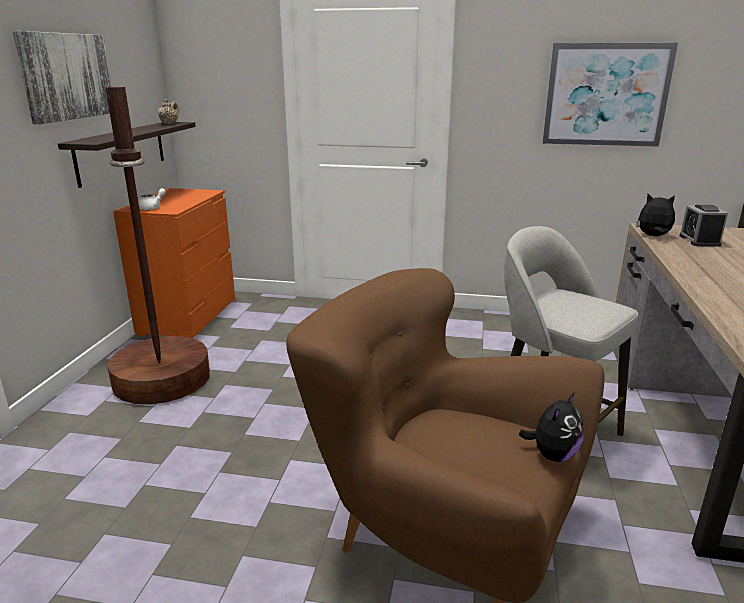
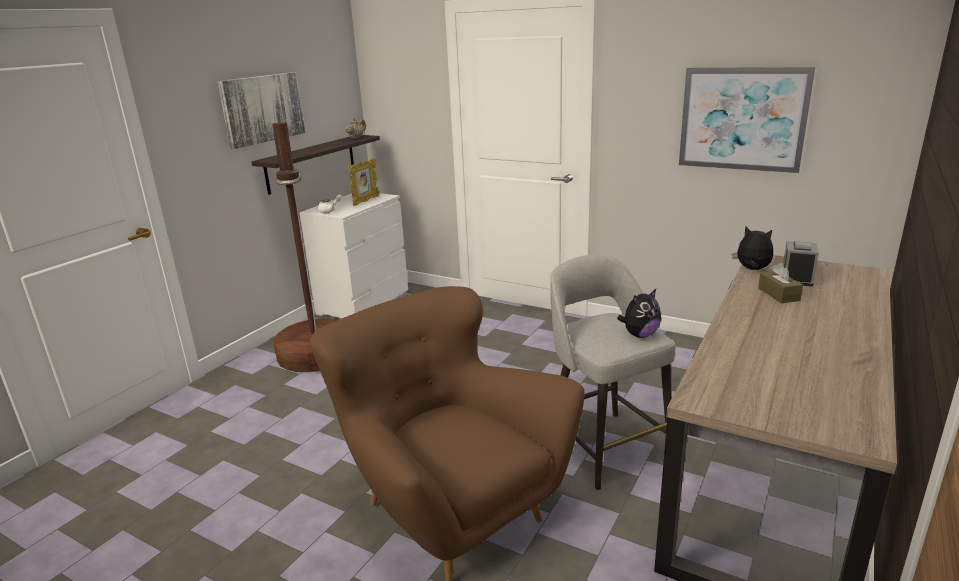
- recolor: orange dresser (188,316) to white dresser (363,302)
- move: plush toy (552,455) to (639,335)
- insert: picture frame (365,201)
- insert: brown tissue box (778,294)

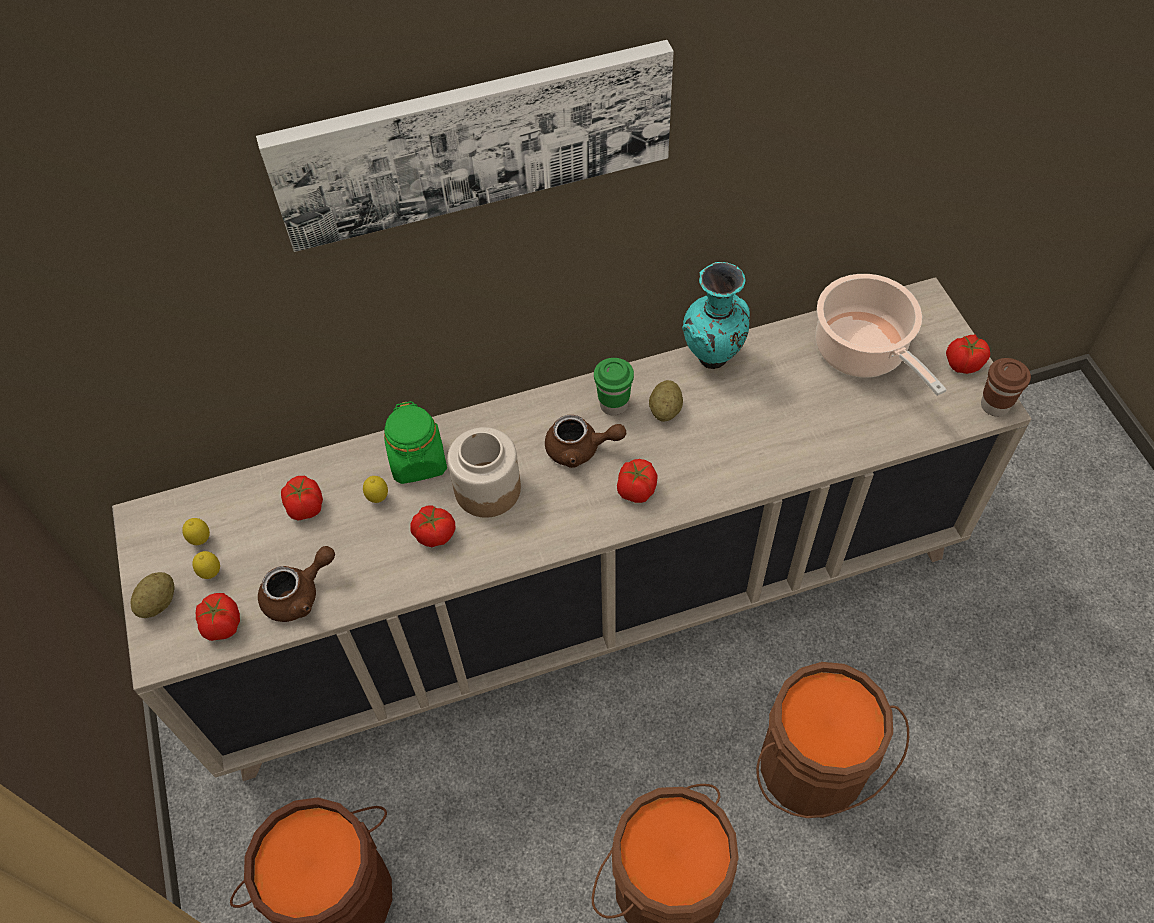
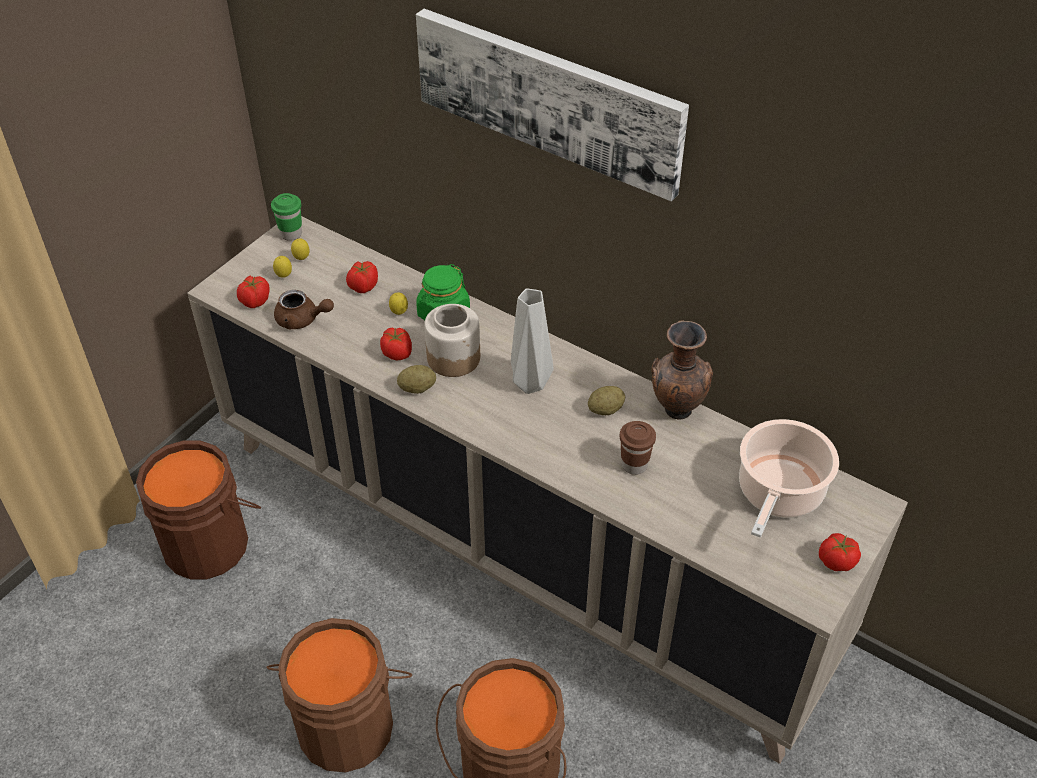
- recolor: turquoise vase (712,360) to brown vase (676,412)
- move: green cup (613,405) to (291,234)
- move: brown cup (994,405) to (634,465)
- replace: brown teapot (580,449) to grey vase (528,385)
- delete: tomato (636,490)
- move: potato (158,603) to (417,388)

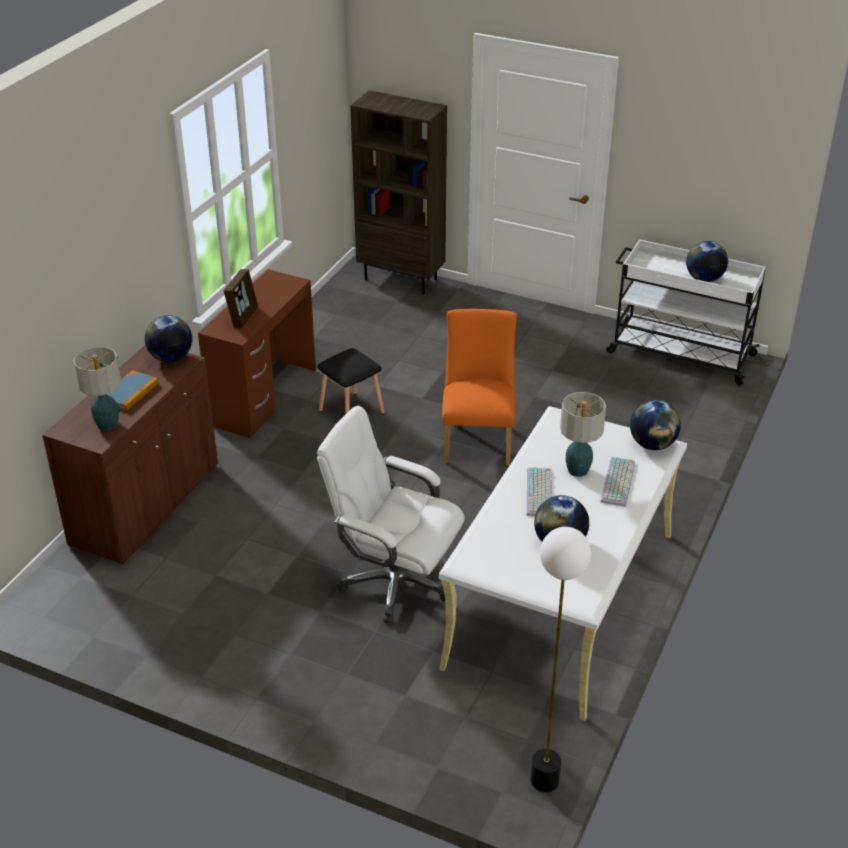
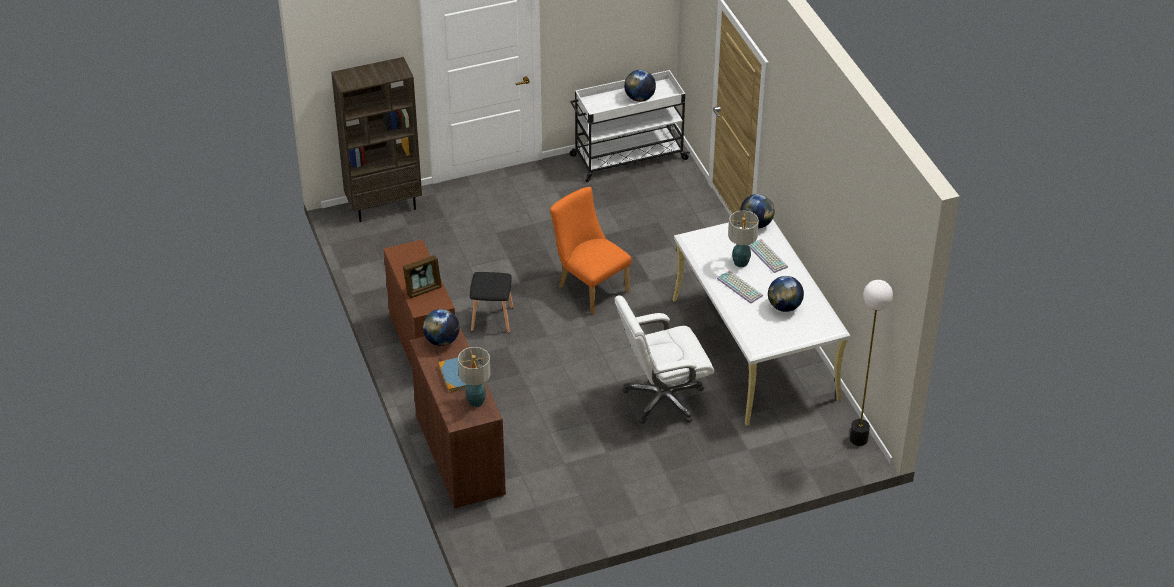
- rotate: picture frame (243,316) = (423,289) 90 degrees clockwise

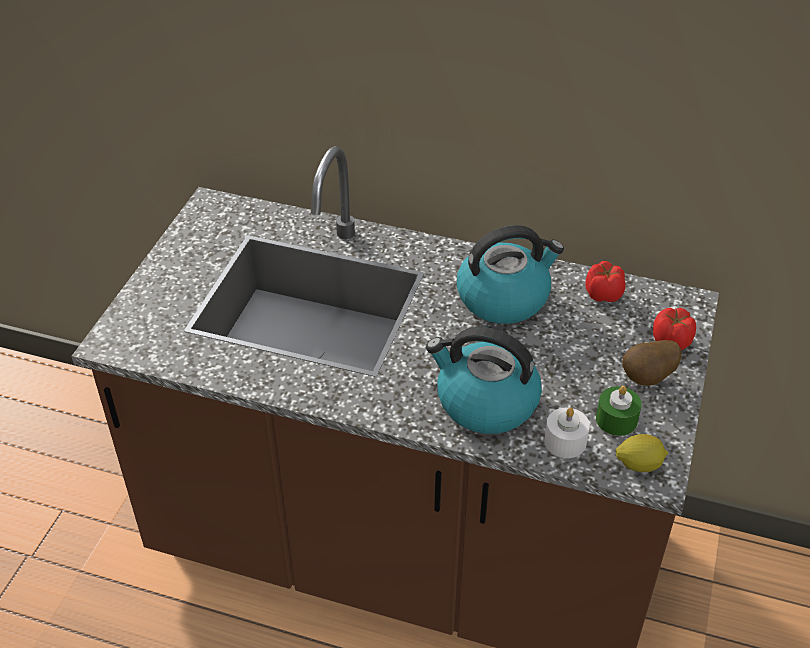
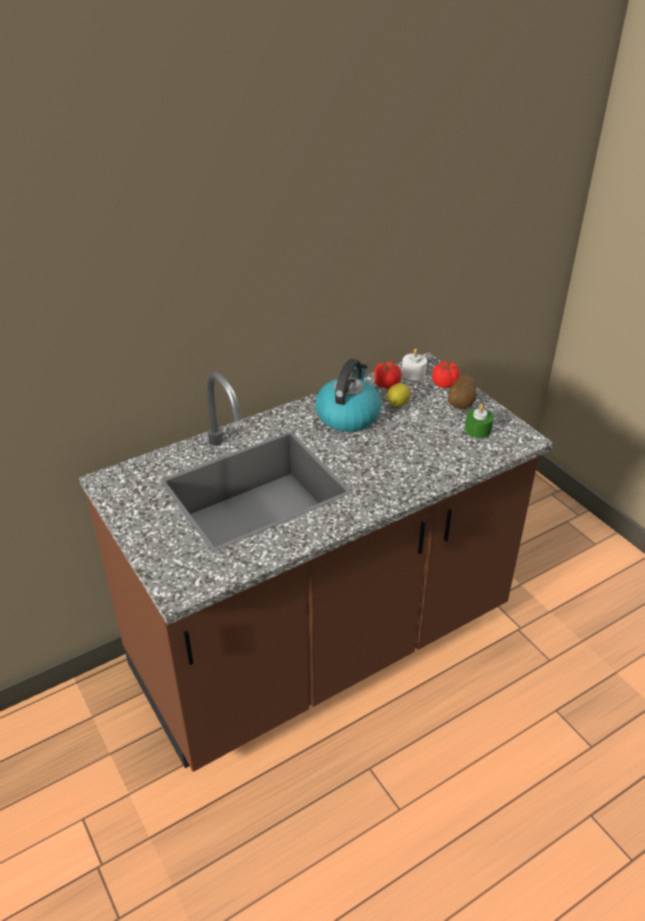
- delete: kettle (485,402)
- move: white candle (565,441) to (413,373)
- move: lemon (638,464) to (397,404)

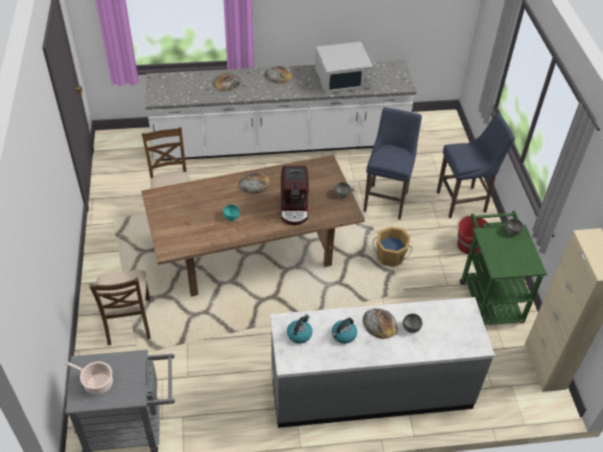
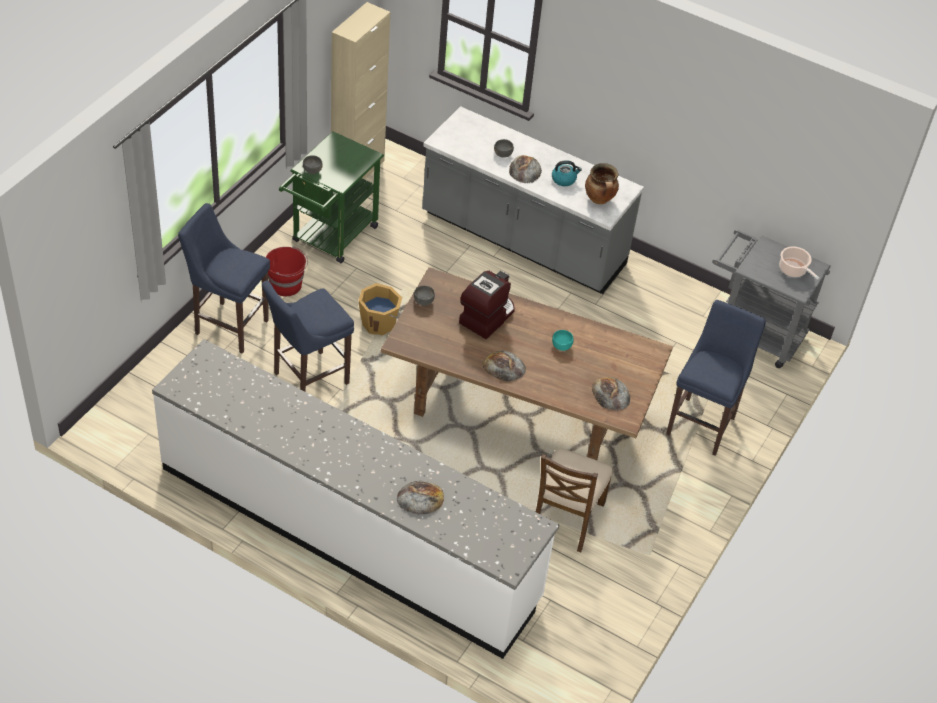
- delete: white microwave (343,78)
- move: bread (278,75) to (610,394)
- replace: brown chair (128,321) to blue stool (702,424)
- replace: kettle (299,334) to cooking pot (600,200)

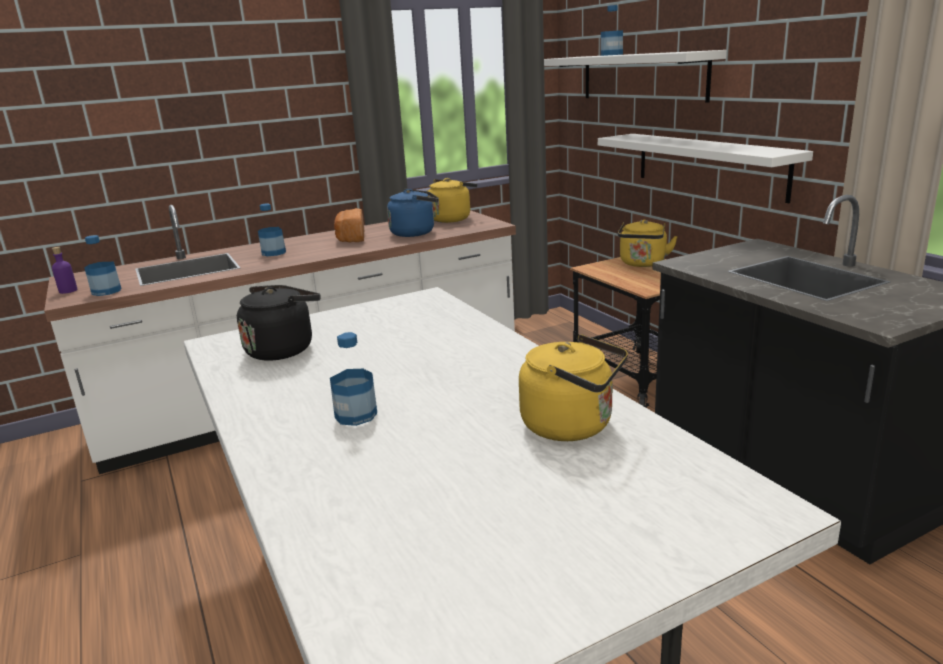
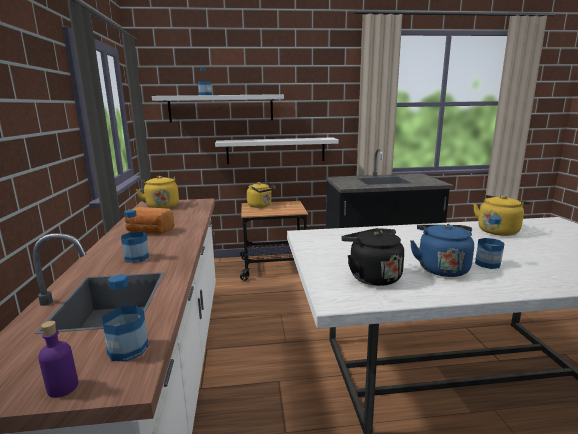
- move: blue kettle (415,233) to (441,268)

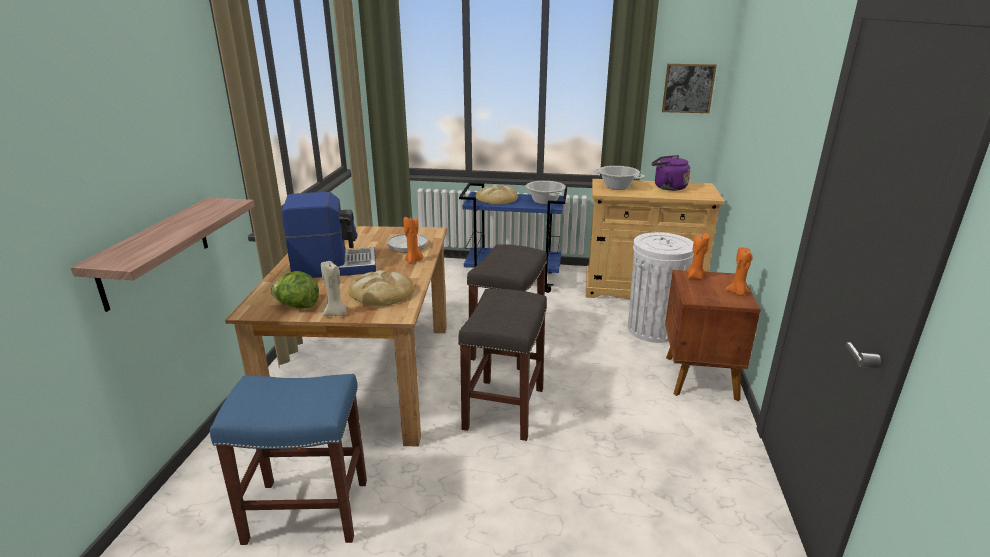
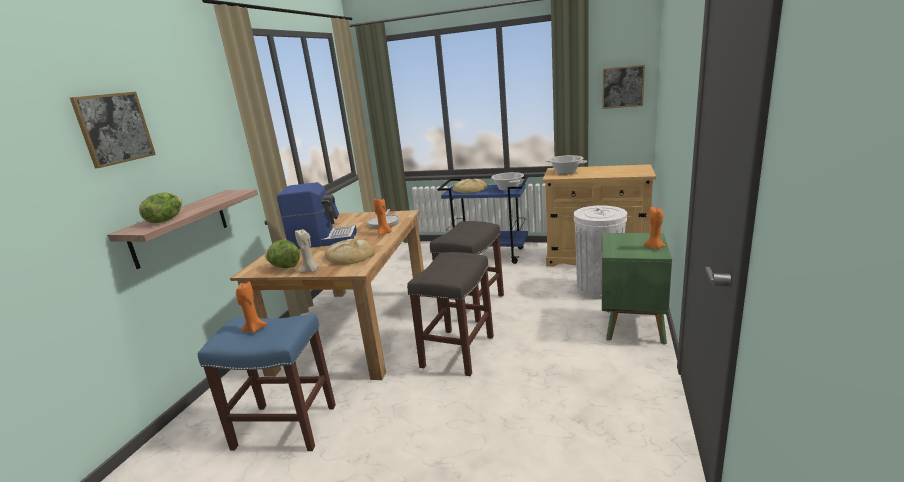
- delete: purple kettle (667,187)
- move: orange candle (695,276) to (254,329)
- recolor: brown nightstand (699,378) to green nightstand (632,326)
- insert: picture (114,128)
- insert: lettuce (165,220)

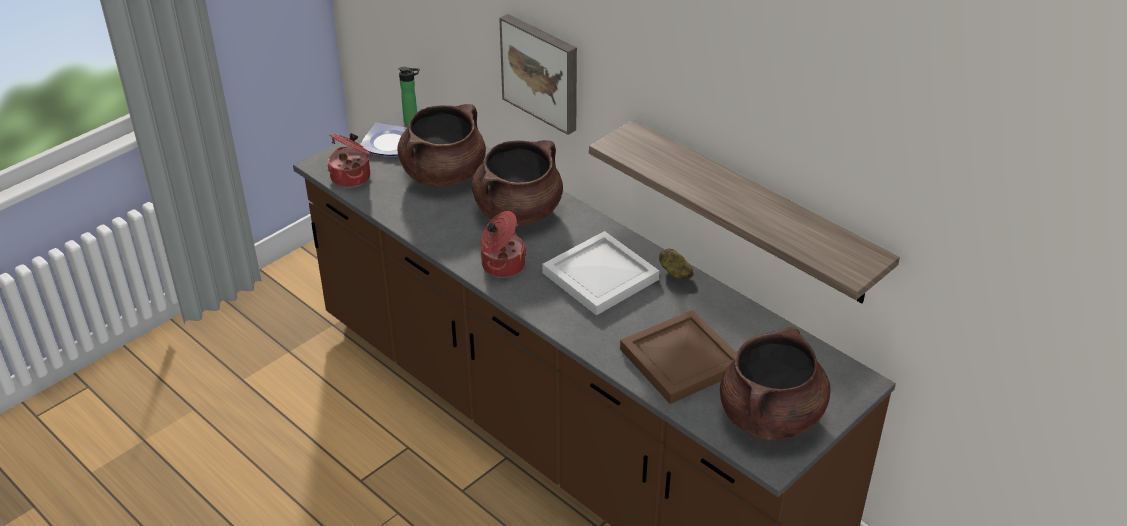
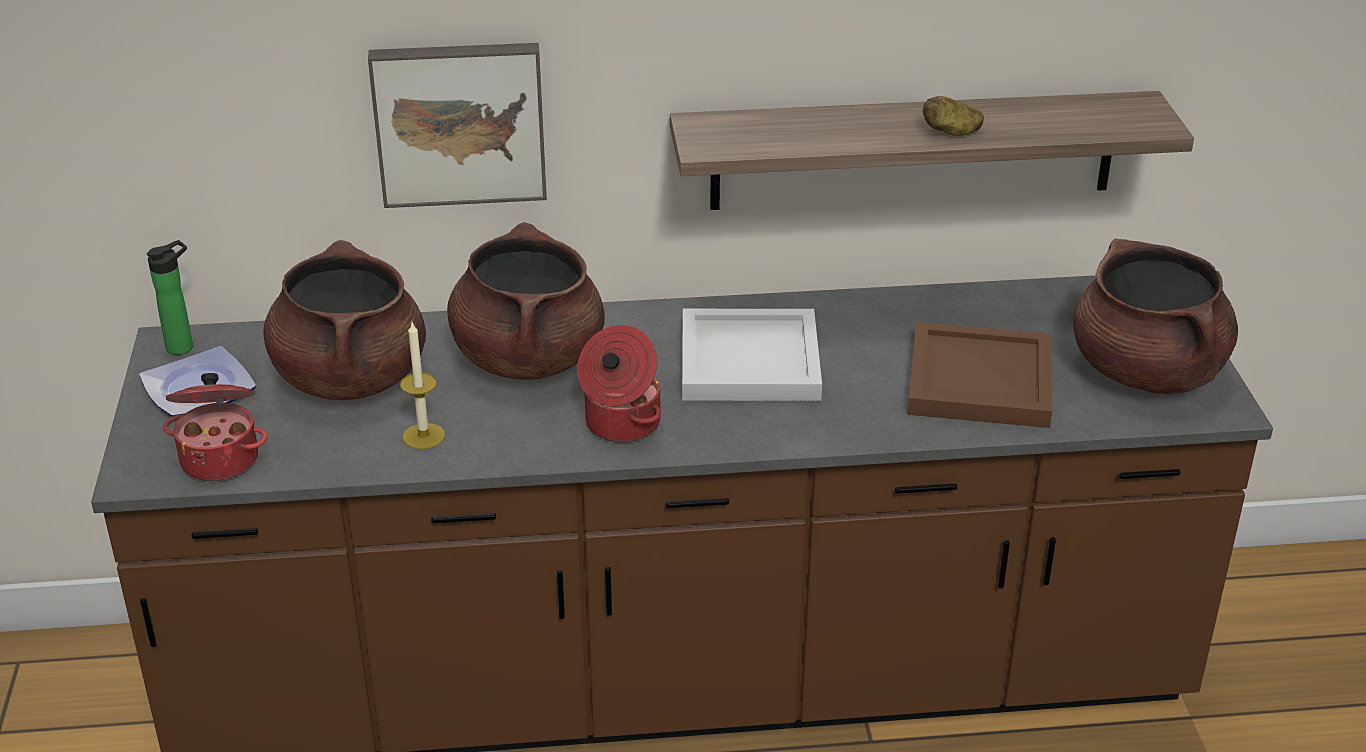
- move: potato (674,272) to (951,132)
- insert: candle (423,436)

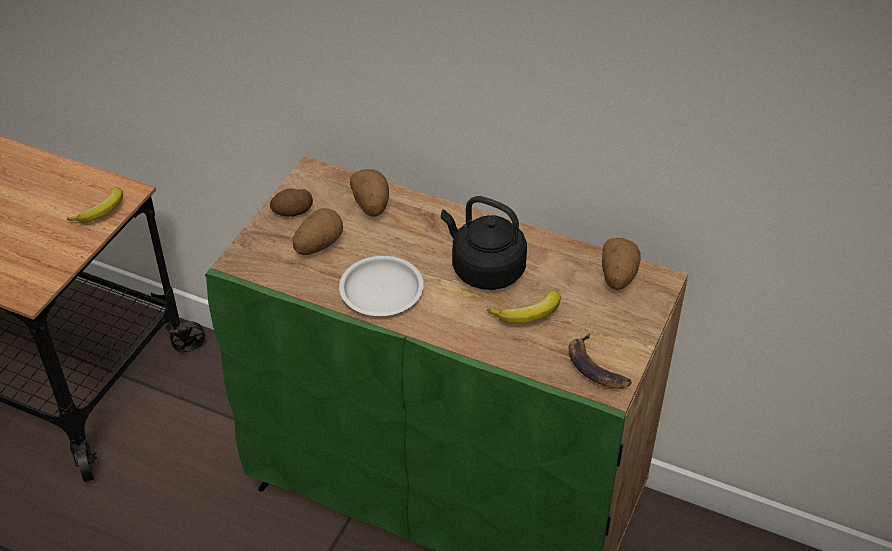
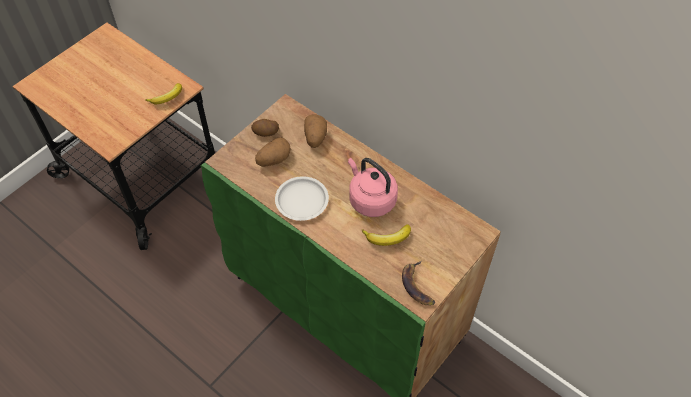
- recolor: black kettle (484,269) to pink kettle (370,199)
- delete: potato (618,276)

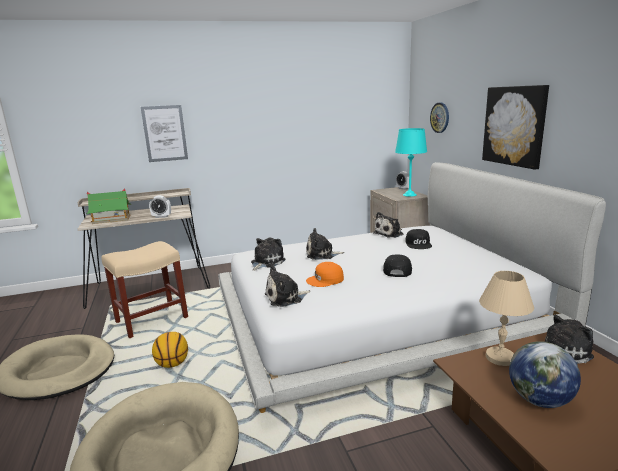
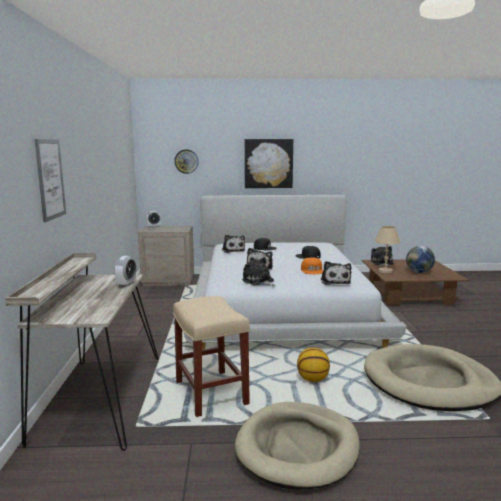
- delete: turquoise table lamp (409,195)
- delete: toy house (111,219)

